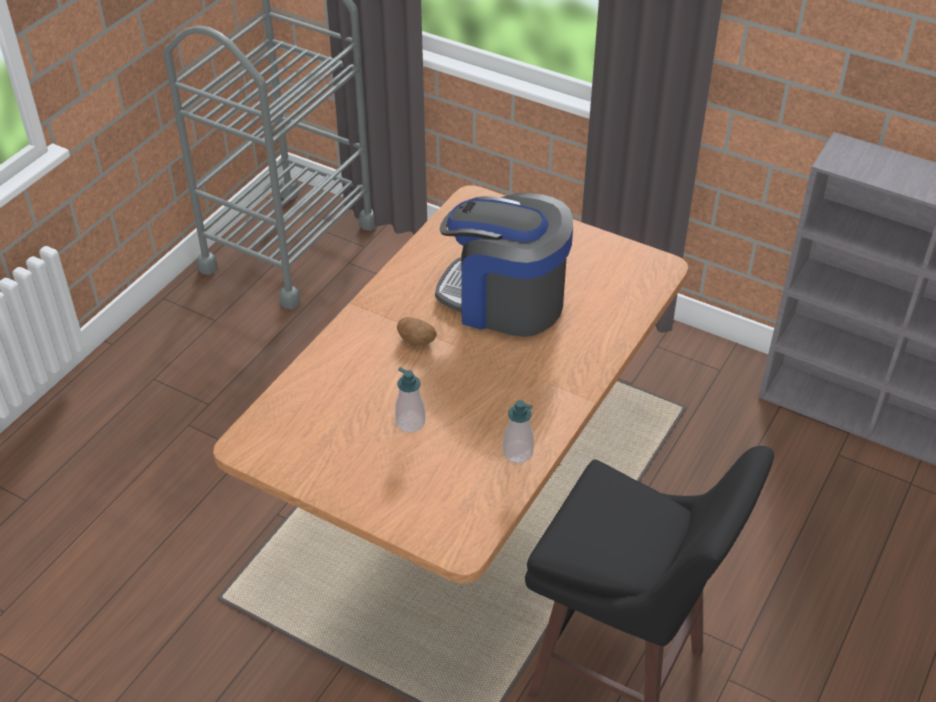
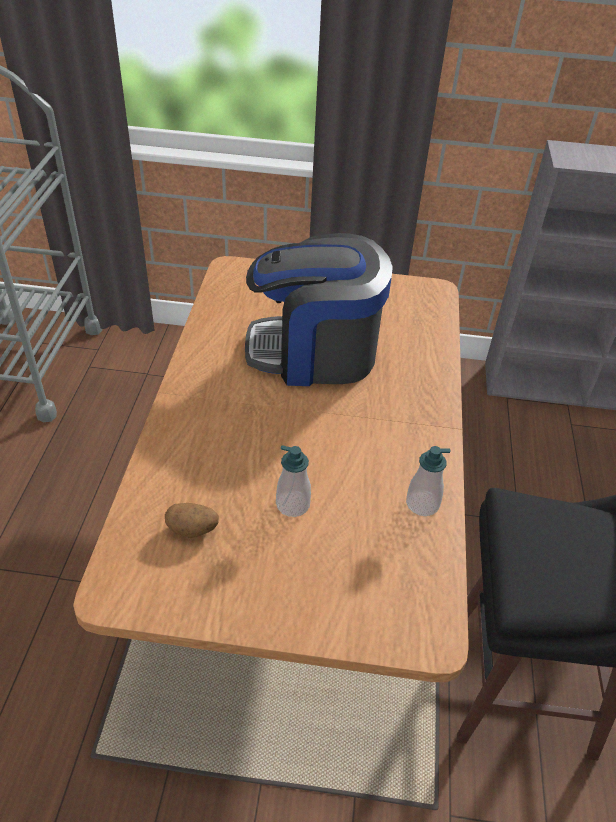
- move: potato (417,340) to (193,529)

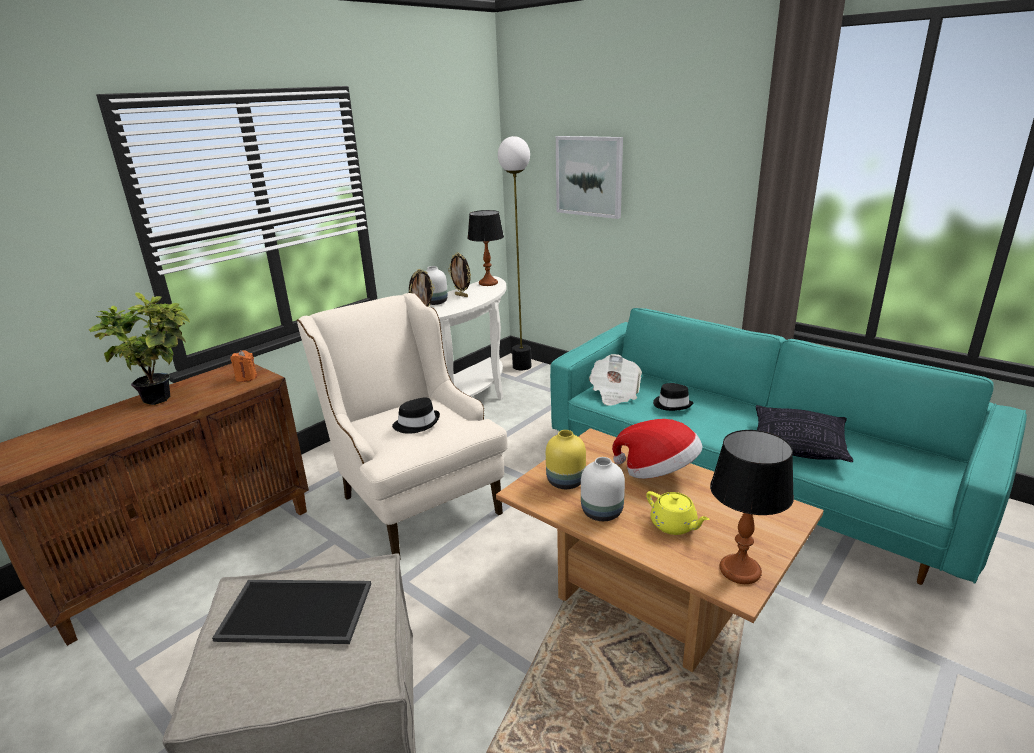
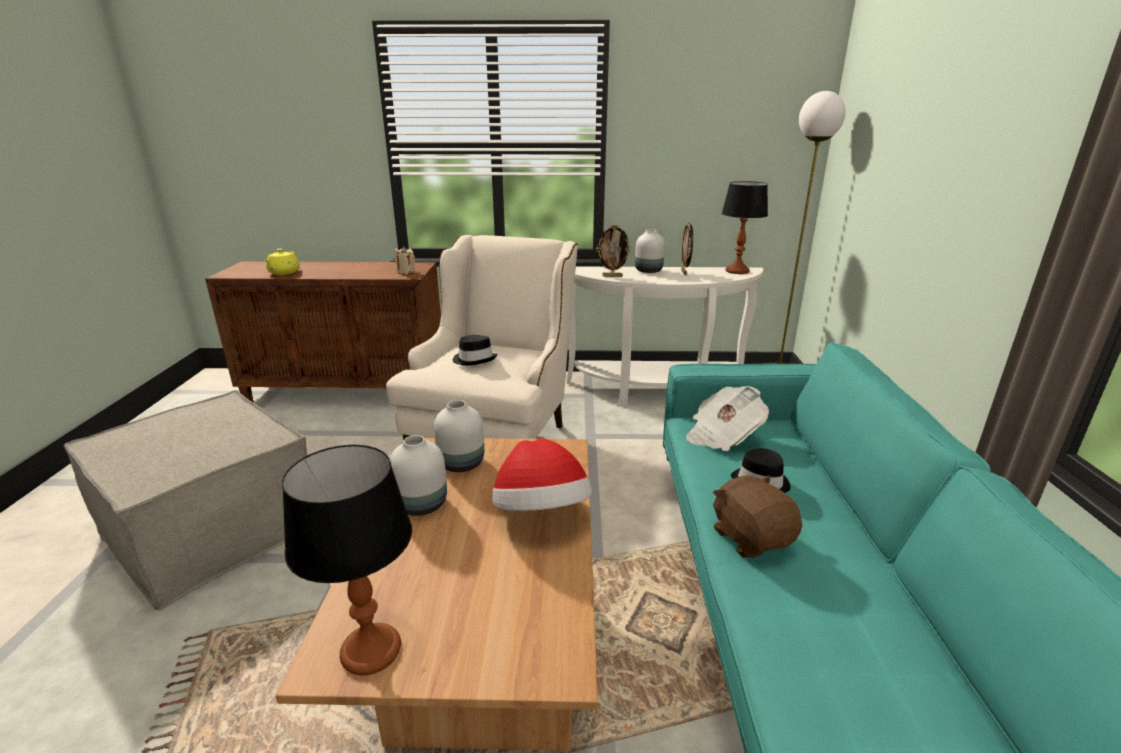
- delete: picture (589,176)
- delete: potted plant (164,397)
- recolor: orange candle (246,377) to beige candle (406,272)
- delete: pillow (797,446)
- recolor: yellow vase (565,481) to white vase (462,463)
- move: yellow teapot (674,525) to (283,273)
- delete: tray (293,613)
- insert: brown plush toy (751,538)

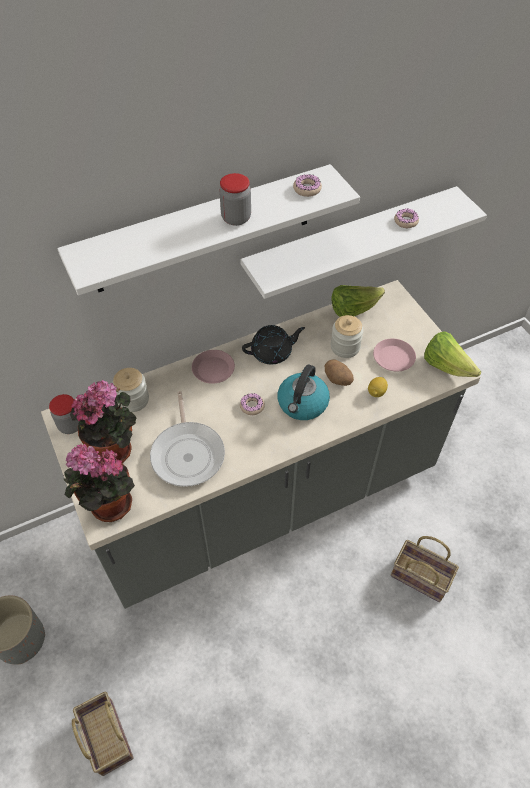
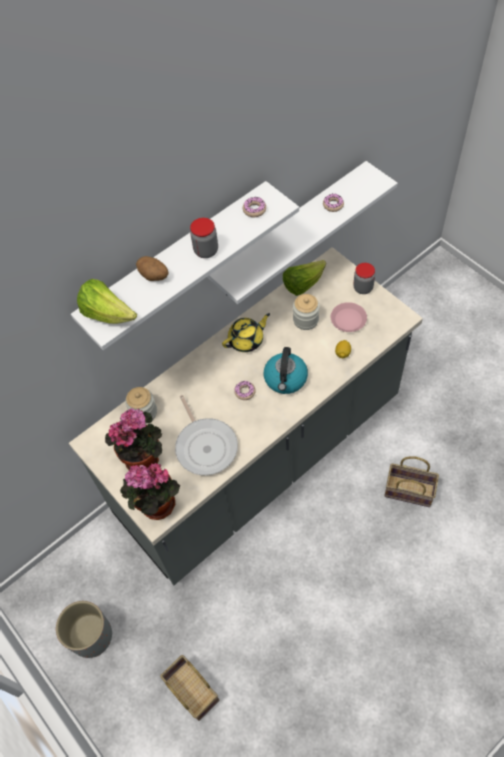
- recolor: black teapot (272,352) to yellow teapot (247,340)
- move: lettuce (446,366) to (108,314)
- delete: pink plate (213,370)
- move: potato (338,379) to (154,276)
- move: jar (70,425) to (363,288)

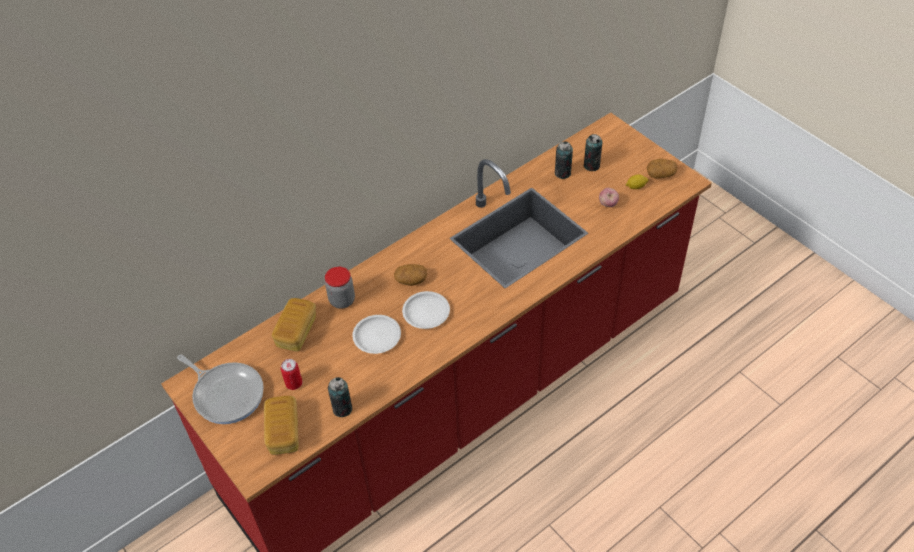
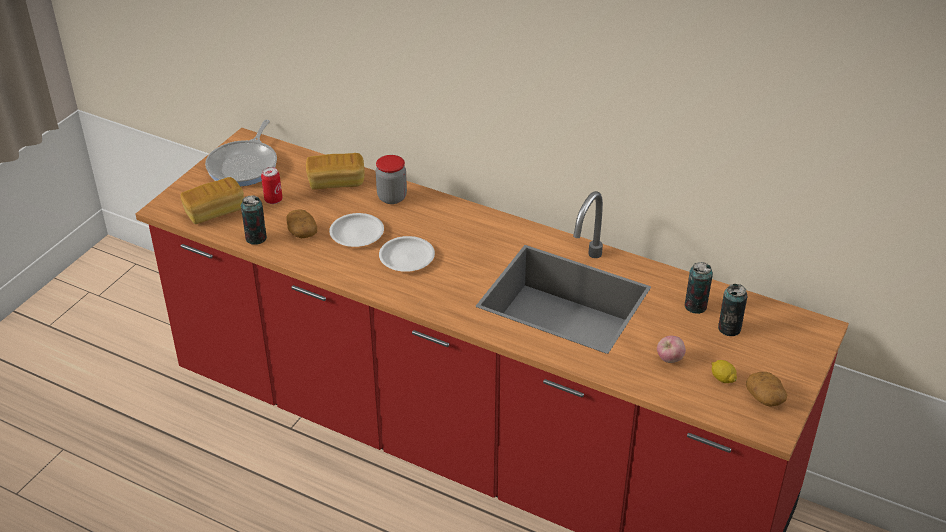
- move: potato (411,280) to (301,232)

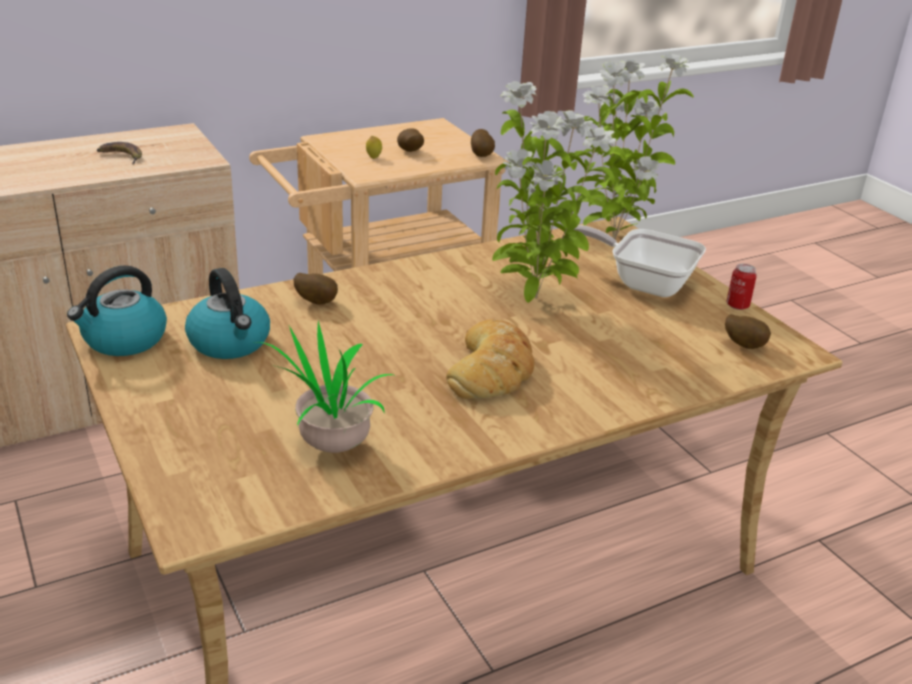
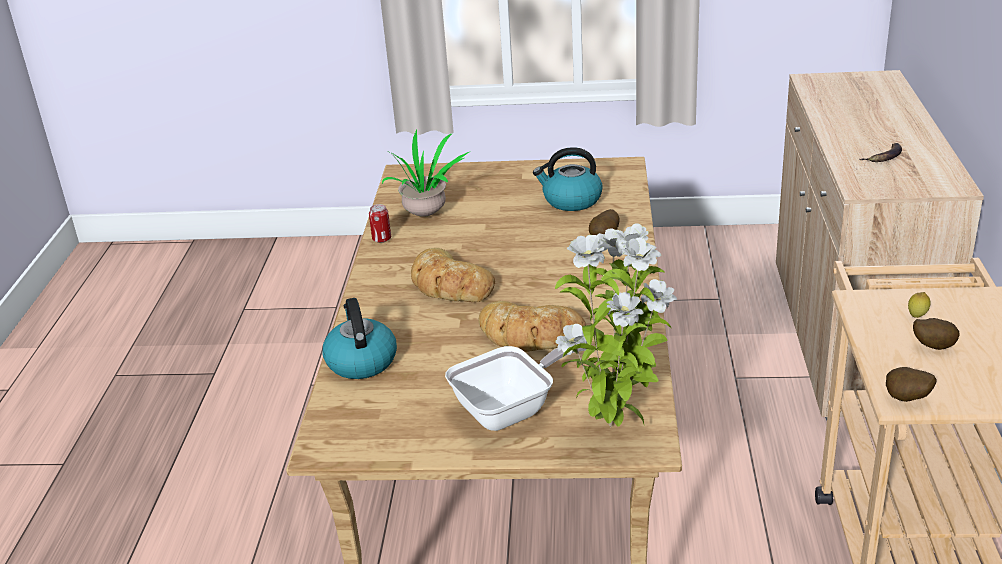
- replace: potted plant (535,300) to bread (530,335)
- move: can (737,305) to (382,239)
- move: kettle (124,340) to (361,361)
- delete: potato (743,345)

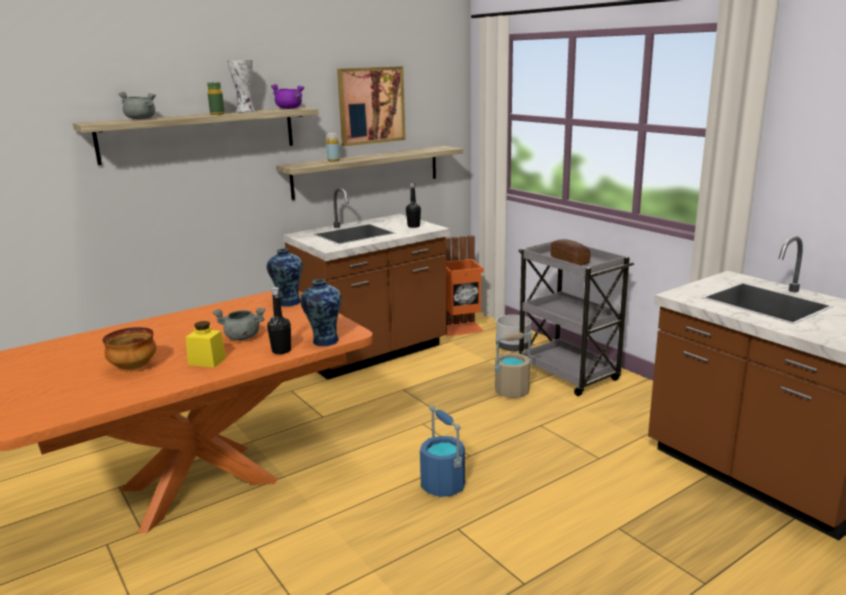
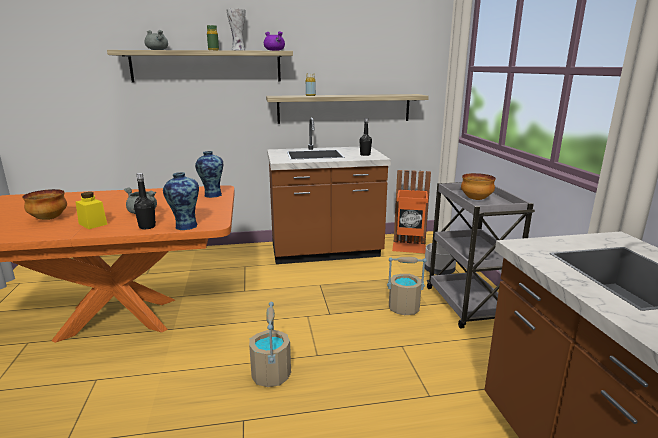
- delete: picture (371,105)
- replace: bread (569,261) to bowl (476,199)
- recolor: blue bucket (443,485) to beige bucket (271,375)

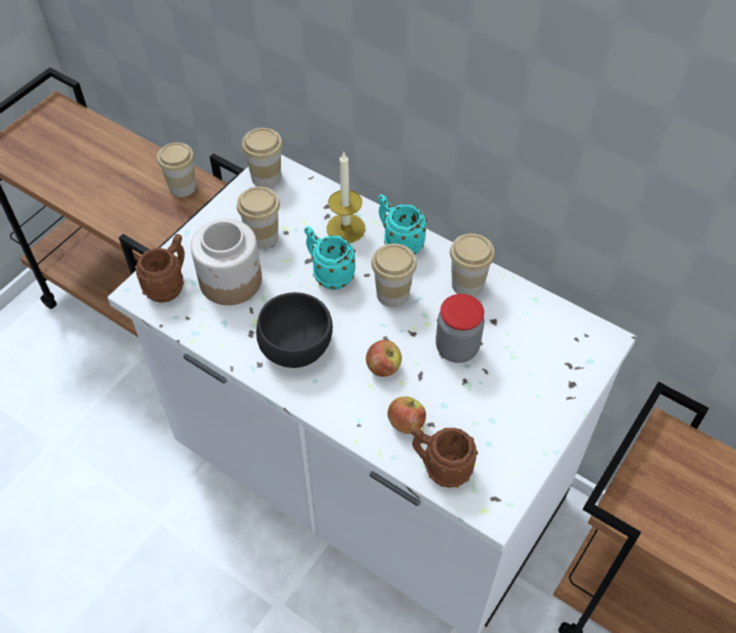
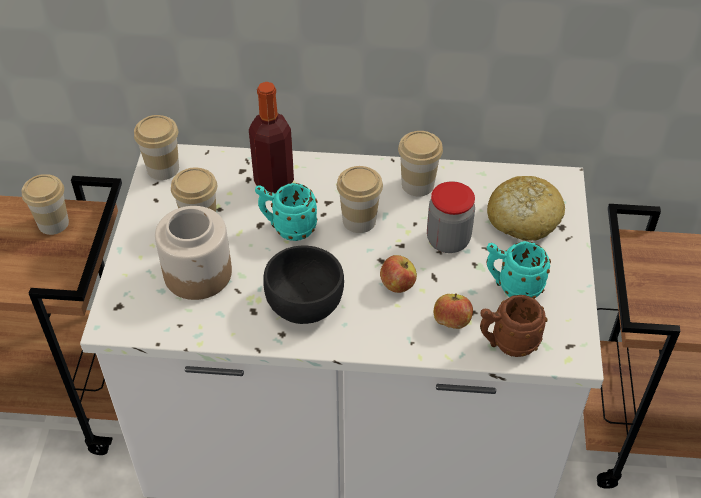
- replace: candle (346,228) to bottle (274,182)
- move: turquoise mug (398,242) to (512,286)
- delete: brown mug (169,285)
- insert: bread (523,218)

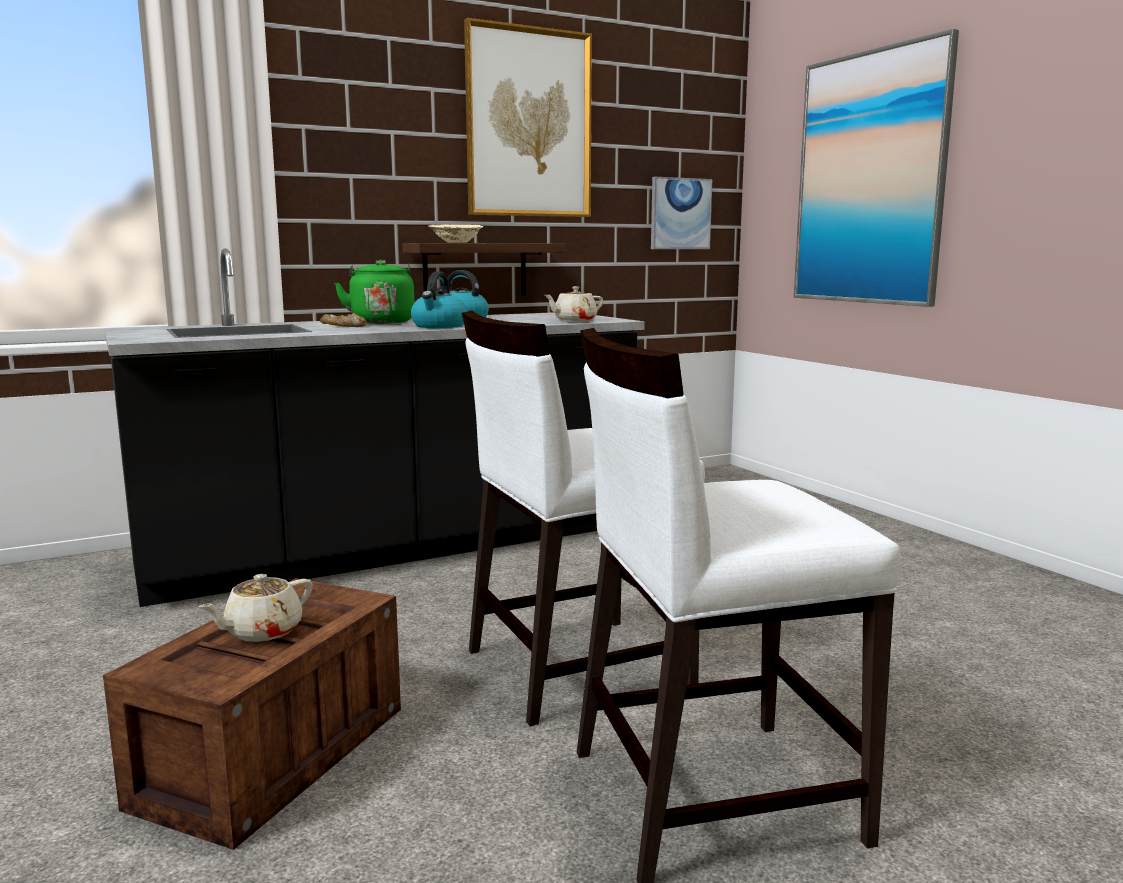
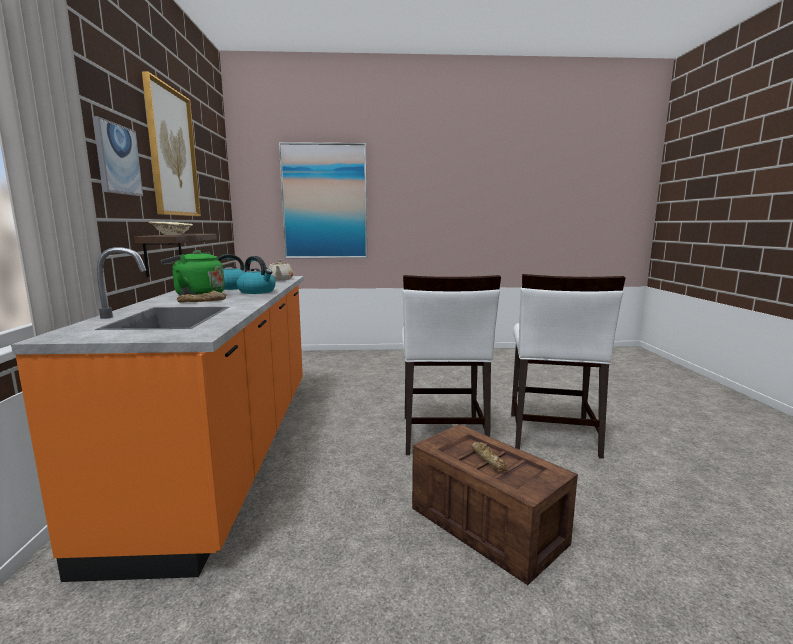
- move: picture (680,214) to (117,159)
- recolor: black counter (397,547) to orange counter (229,451)
- replace: beige teapot (262,632) to bread (489,459)

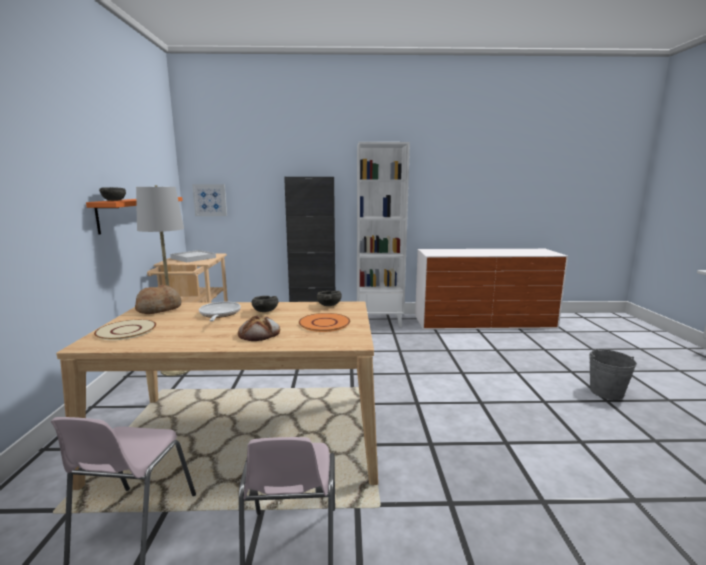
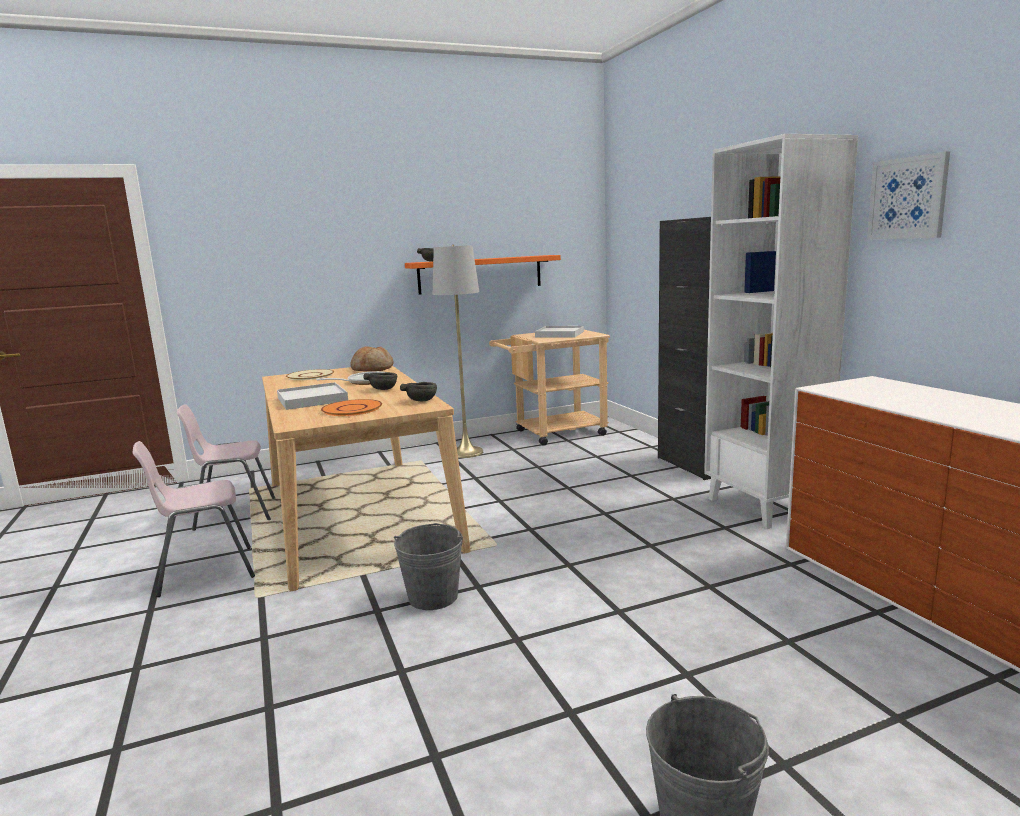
- move: picture (210,200) to (908,198)
- replace: bread (259,333) to white tray (312,399)
- insert: grey bucket (433,597)

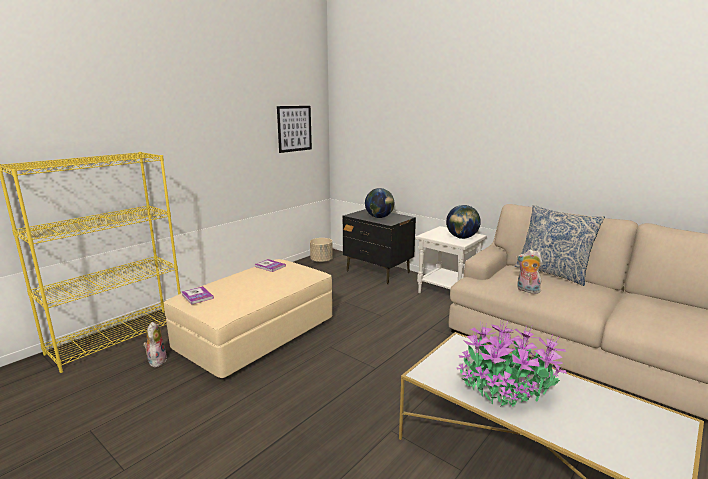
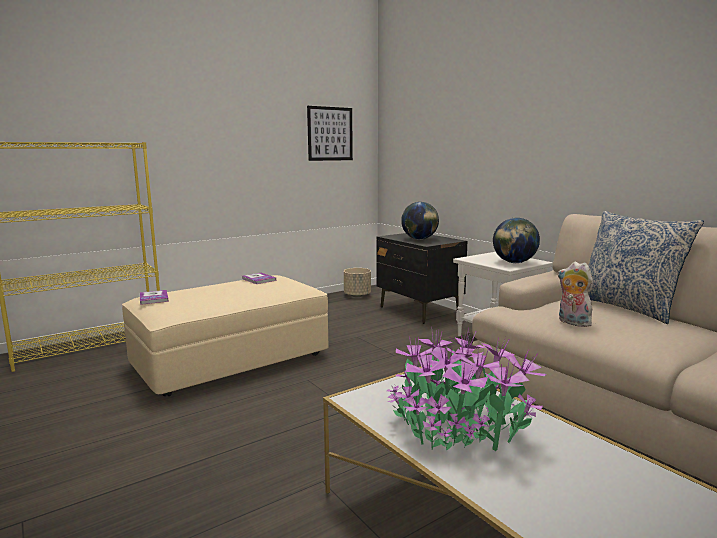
- delete: plush toy (156,360)

